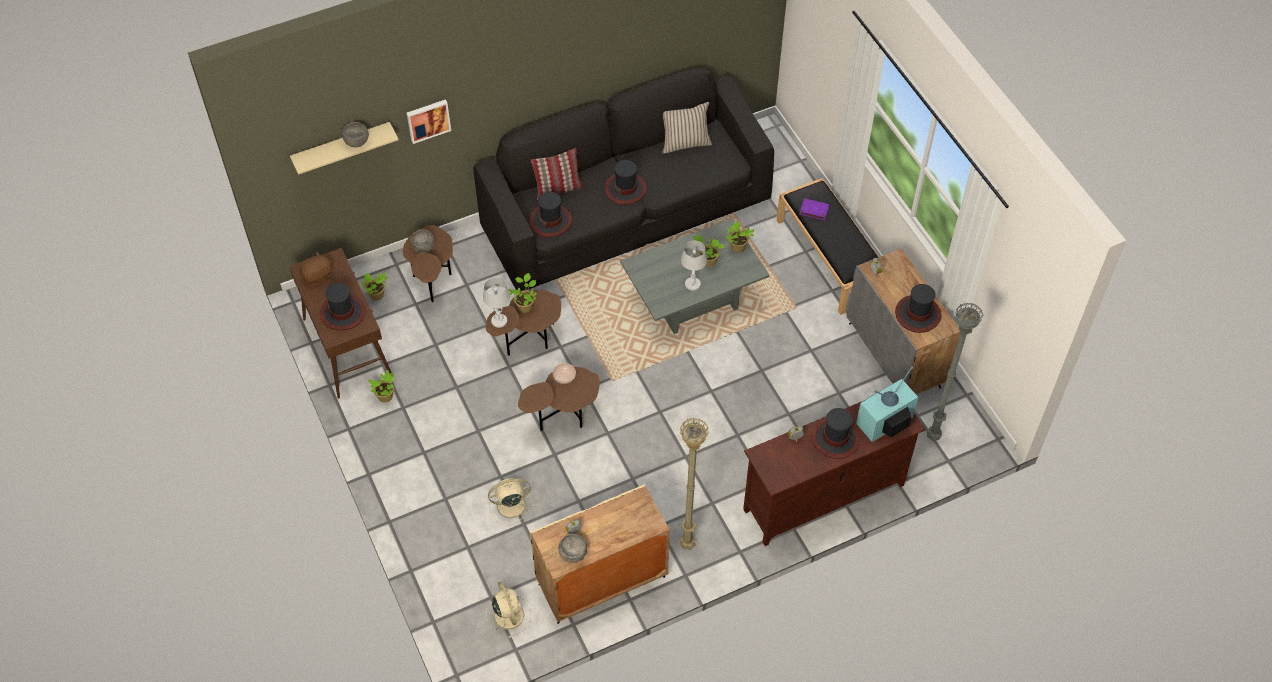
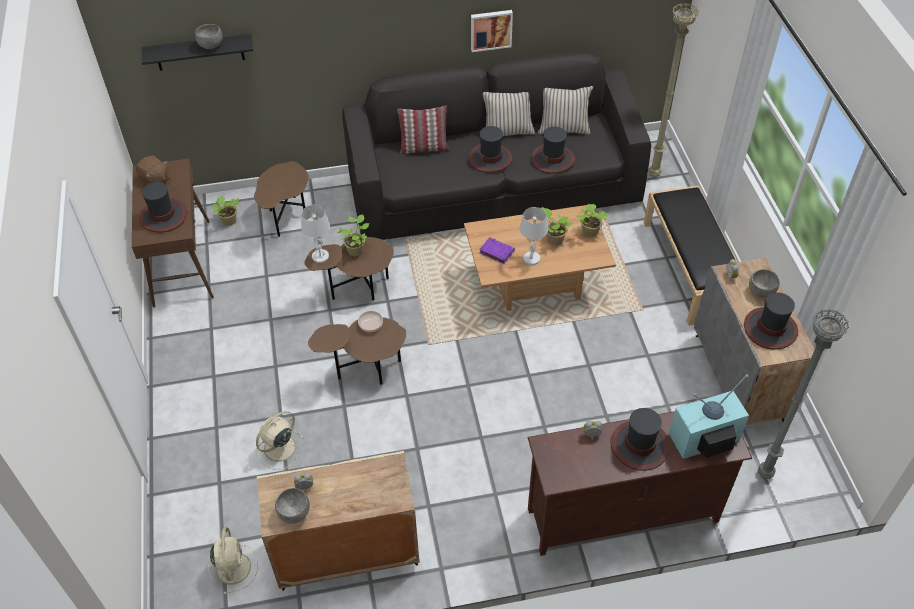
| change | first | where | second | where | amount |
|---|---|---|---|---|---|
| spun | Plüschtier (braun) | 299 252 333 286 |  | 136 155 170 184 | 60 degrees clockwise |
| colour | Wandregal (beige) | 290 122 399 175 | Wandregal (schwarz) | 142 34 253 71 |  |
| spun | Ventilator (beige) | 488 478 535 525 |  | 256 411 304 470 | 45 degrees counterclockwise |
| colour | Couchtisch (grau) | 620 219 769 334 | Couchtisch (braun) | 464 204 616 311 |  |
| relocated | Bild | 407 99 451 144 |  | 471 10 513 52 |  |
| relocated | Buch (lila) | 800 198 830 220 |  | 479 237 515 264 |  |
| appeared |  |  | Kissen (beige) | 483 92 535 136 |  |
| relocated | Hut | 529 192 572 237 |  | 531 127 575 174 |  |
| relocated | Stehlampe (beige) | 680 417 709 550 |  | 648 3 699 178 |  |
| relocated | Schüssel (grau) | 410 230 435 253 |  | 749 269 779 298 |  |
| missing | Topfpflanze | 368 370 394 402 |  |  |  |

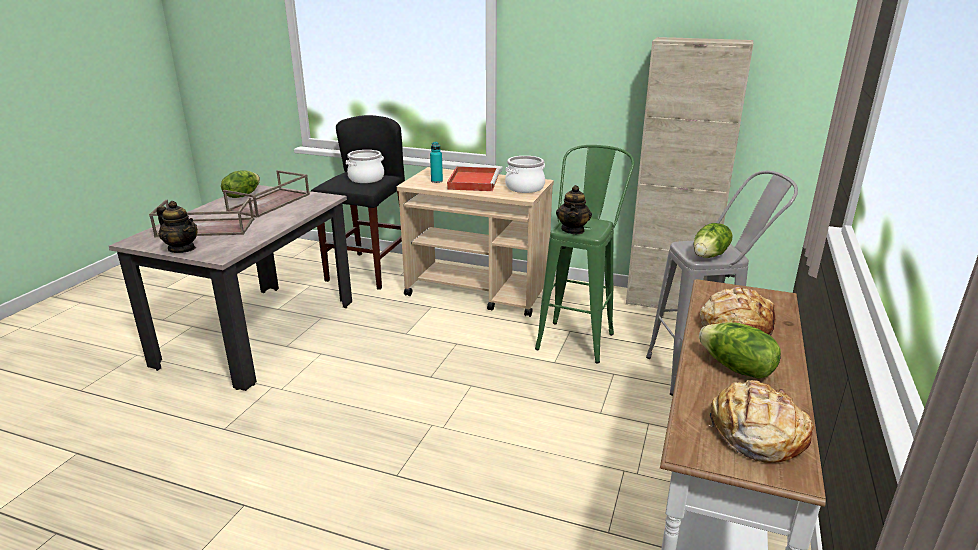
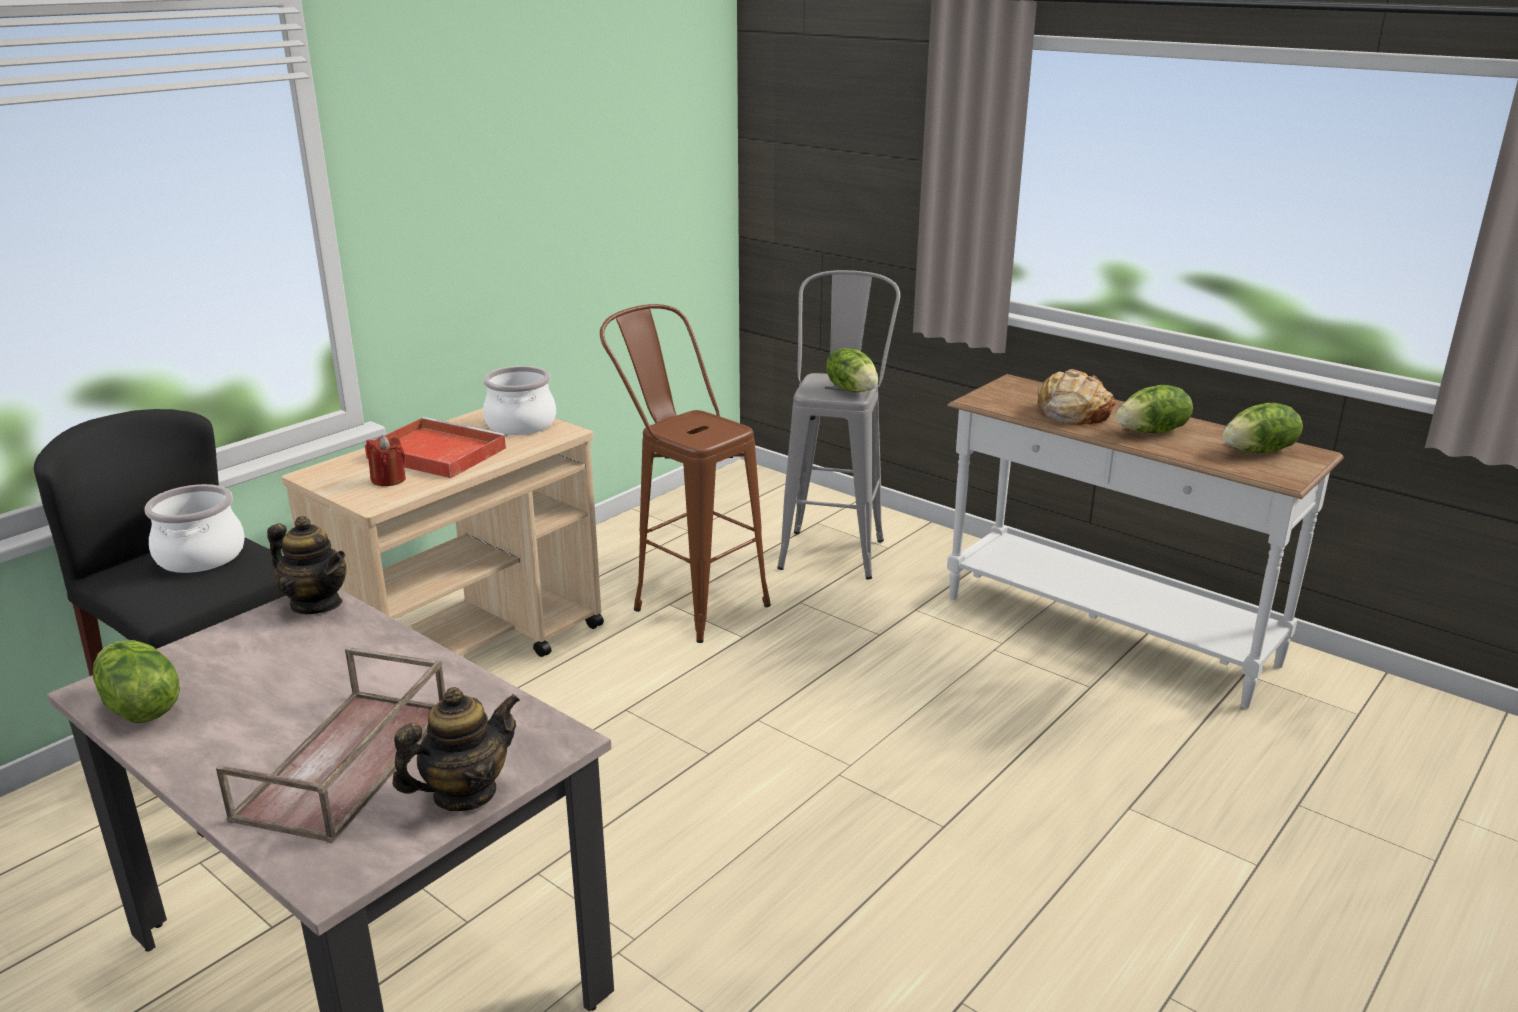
| change | first | where | second | where | amount |
|---|---|---|---|---|---|
| relocated | Teekanne | 556 185 592 234 |  | 267 516 346 614 |  |
| exchanged | Flasche (türkis) | 430 142 443 183 | Kerze (rot) | 367 435 406 486 |  |
| colour | Hocker (grün) | 535 145 634 363 | Hocker (braun) | 600 304 771 643 |  |
| exchanged | Brot | 709 380 814 463 | Salatkopf | 1223 403 1303 453 |  |
| missing | Tablett (braun) | 223 170 310 218 |  |  |  |
| missing | Schrank (beige) | 626 37 753 309 |  |  |  |

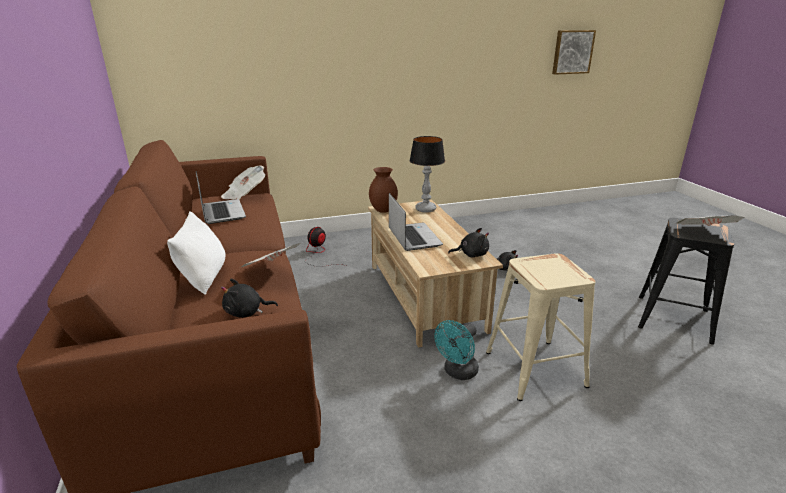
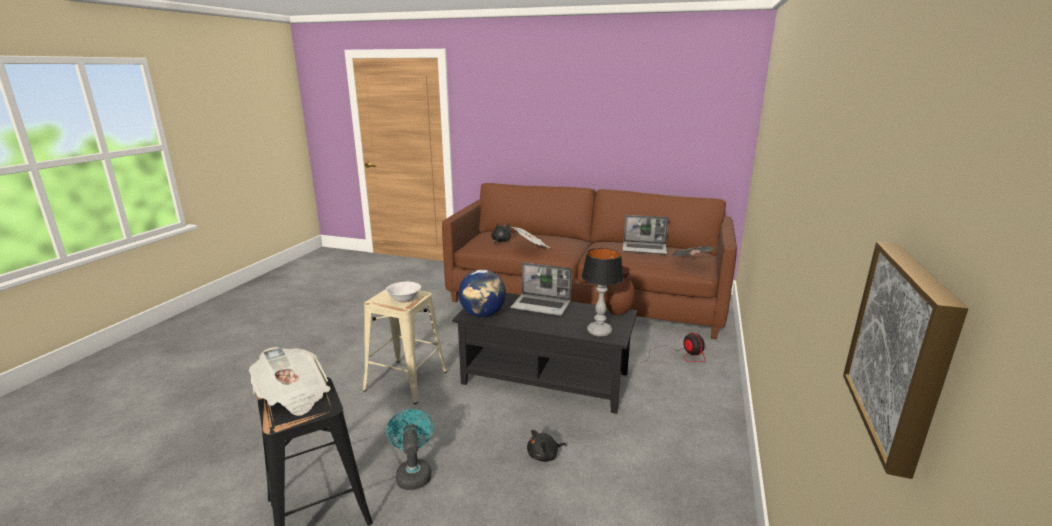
| change | first | where | second | where | amount |
|---|---|---|---|---|---|
| appeared |  |  | Schüssel (weiß) | 386 282 421 303 |  |
| relocated | Ventilator (türkis) | 434 320 479 380 |  | 386 409 434 490 |  |
| colour | Couchtisch (beige) | 368 200 503 347 | Couchtisch (schwarz) | 452 293 637 414 |  |
| exchanged | Plüschtier (schwarz) | 448 228 489 258 | Globus | 458 269 506 317 |  |
| missing | Kissen (weiß) | 167 211 226 295 |  |  |  |

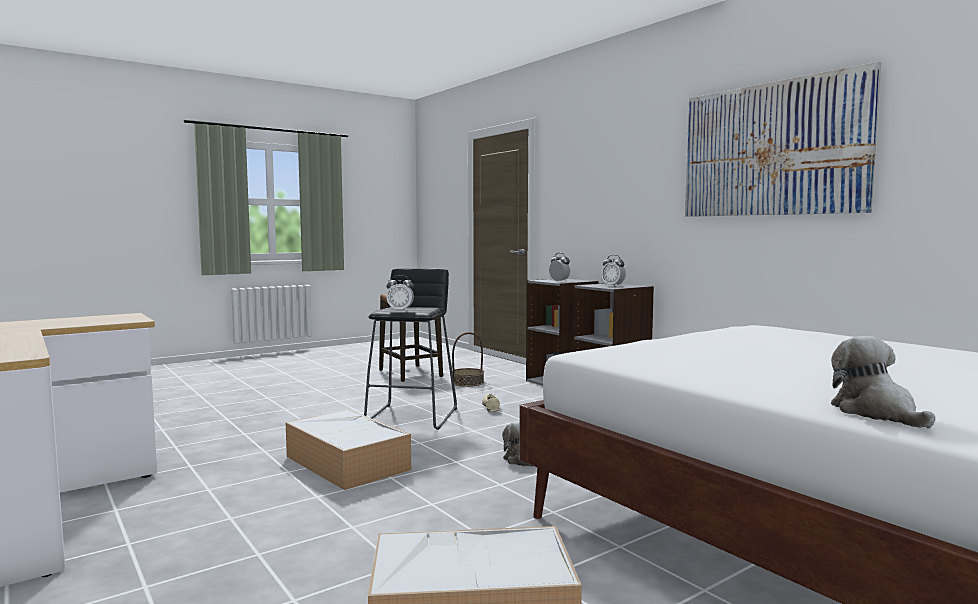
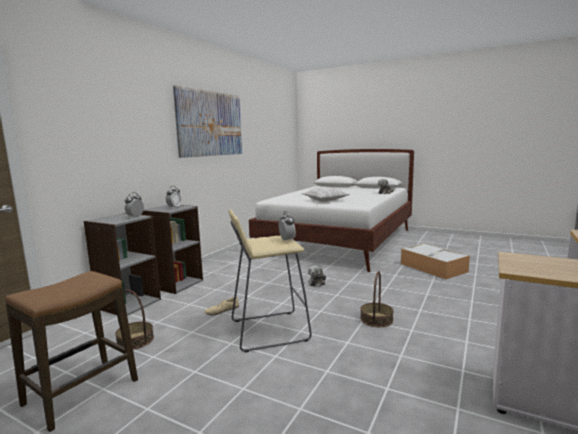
| change | first | where | second | where | amount |
|---|---|---|---|---|---|
| colour | Hocker (schwarz) | 364 268 457 430 | Hocker (beige) | 229 209 312 353 |  |
| appeared |  |  | Kissen | 302 187 350 202 |  |
| exchanged | Aufbewahrungsbox | 286 409 411 490 | Korb | 360 271 394 327 |  |

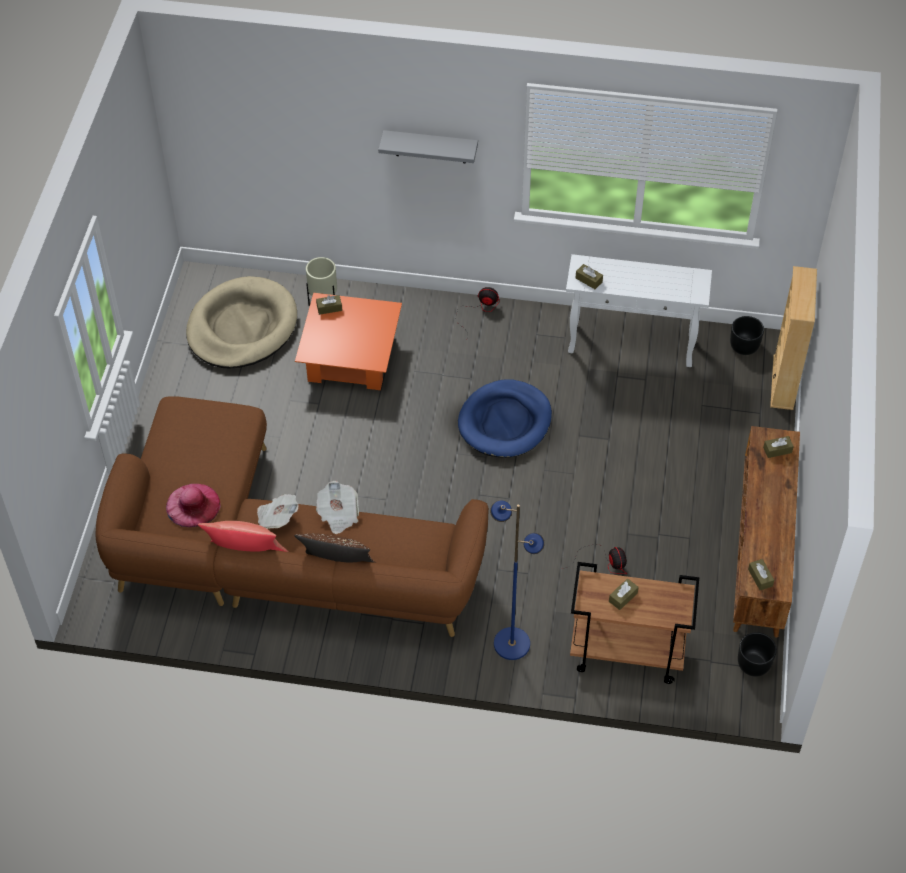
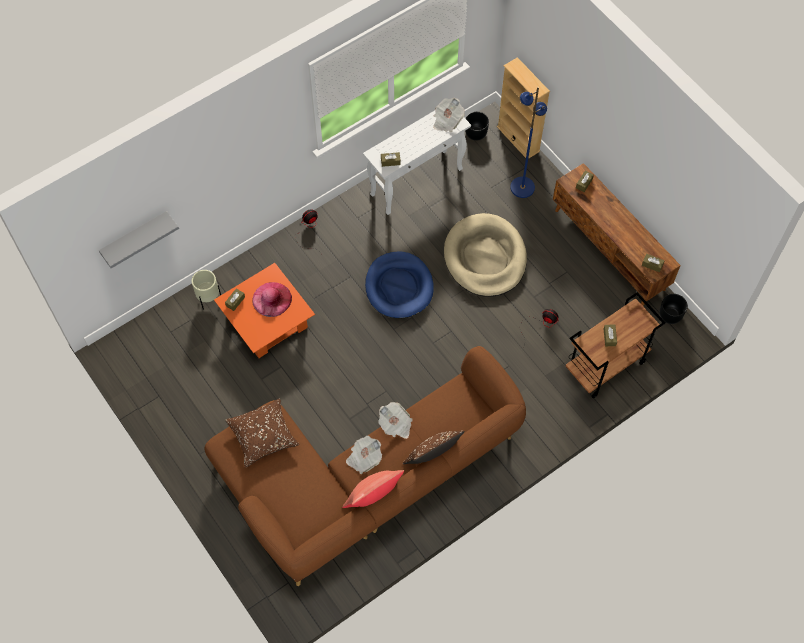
| change | first | where | second | where | amount |
|---|---|---|---|---|---|
| relocated | Wandregal (grau) | 378 130 478 164 |  | 99 211 179 268 |  |
| appeared |  |  | Kissen (braun) | 225 398 299 468 |  |
| relocated | Hut (rosa) | 166 484 220 527 |  | 252 282 292 317 |  |
| appeared |  |  | Zeitung | 433 98 465 132 |  |
| relocated | Hundebett (beige) | 186 276 297 369 |  | 444 213 527 297 |  |
| relocated | Stehlampe (blau) | 490 501 545 660 |  | 510 87 547 198 |  |

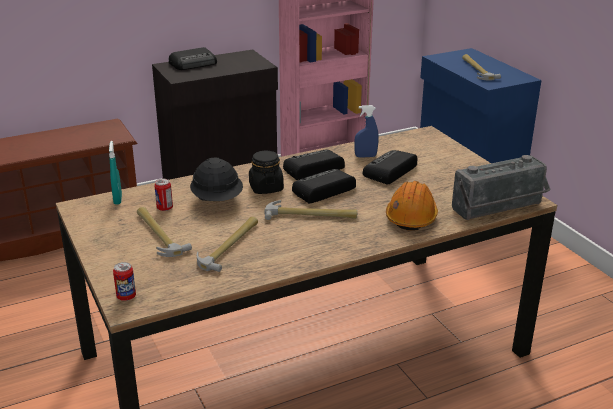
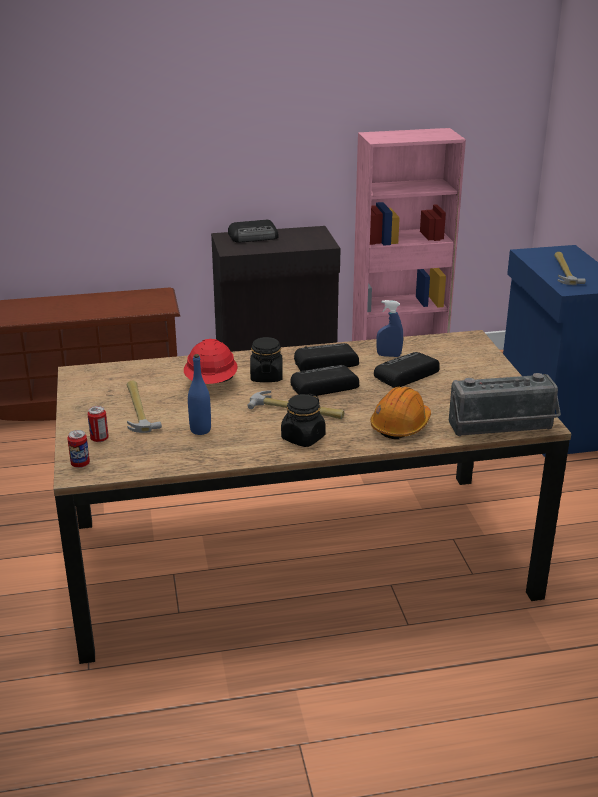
| change | first | where | second | where | amount |
|---|---|---|---|---|---|
| relocated | Dose | 154 179 173 211 |  | 87 406 109 442 |  |
| colour | Schutzhelm (schwarz) | 190 158 243 201 | Schutzhelm (rot) | 184 339 238 384 |  |
| exchanged | Hammer | 197 217 258 272 | Flasche (blau) | 188 354 211 435 |  |
| appeared |  |  | Vorratsglas (schwarz) | 281 394 326 447 |  |
| missing | Sprühflasche (türkis) | 109 141 122 205 |  |  |  |

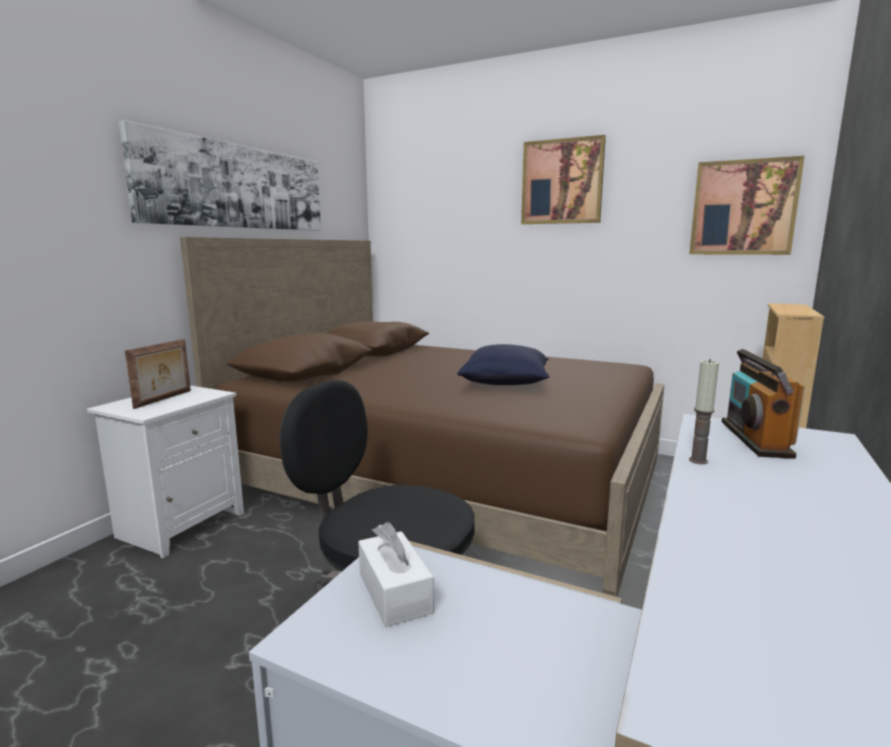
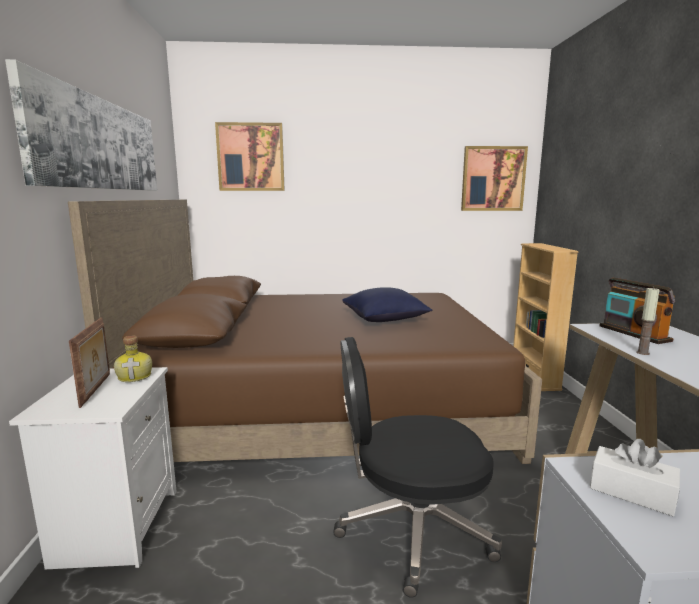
| change | first | where | second | where | amount |
|---|---|---|---|---|---|
| appeared |  |  | Flasche | 114 335 152 382 |  |
| relocated | Bild | 521 135 606 224 |  | 215 122 285 191 |  |

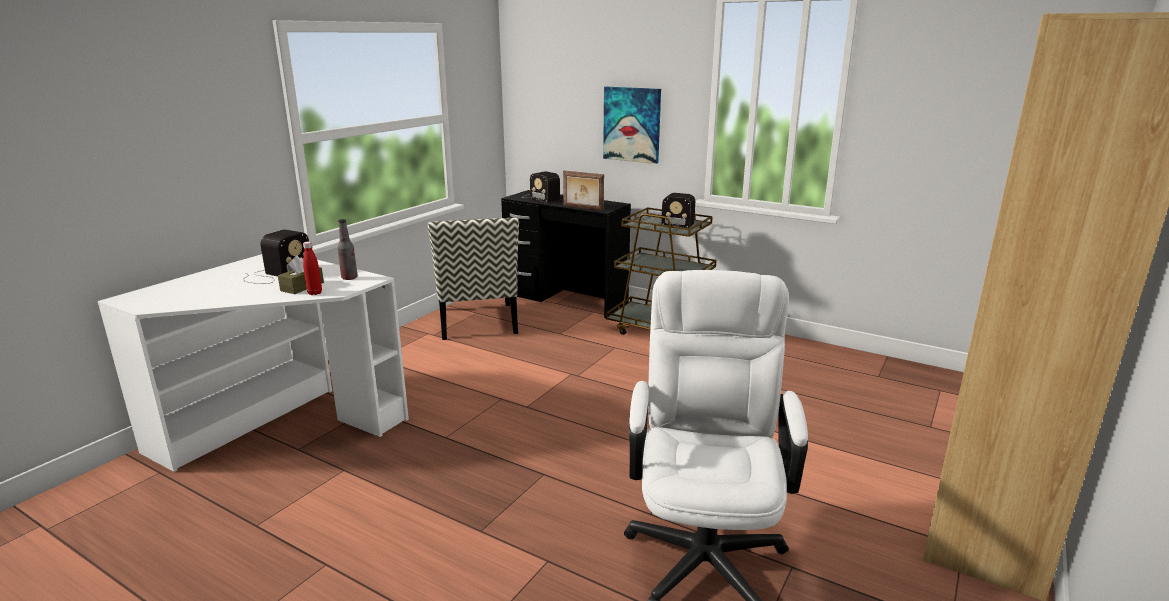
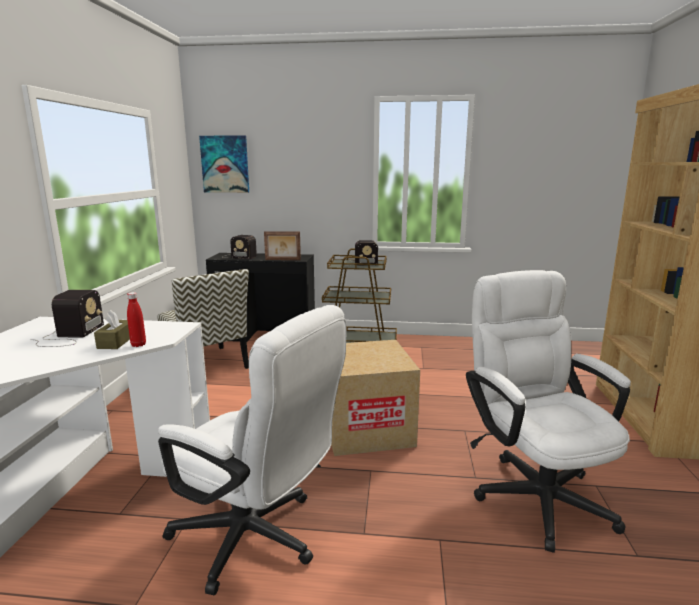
| change | first | where | second | where | amount |
|---|---|---|---|---|---|
| appeared |  |  | Bürostuhl (weiß) | 158 305 347 596 |  |
| relocated | Bild | 603 87 661 164 |  | 199 135 249 193 |  |
| appeared |  |  | Karton | 331 340 420 456 |  |
| missing | Flasche | 337 219 358 280 |  |  |  |

